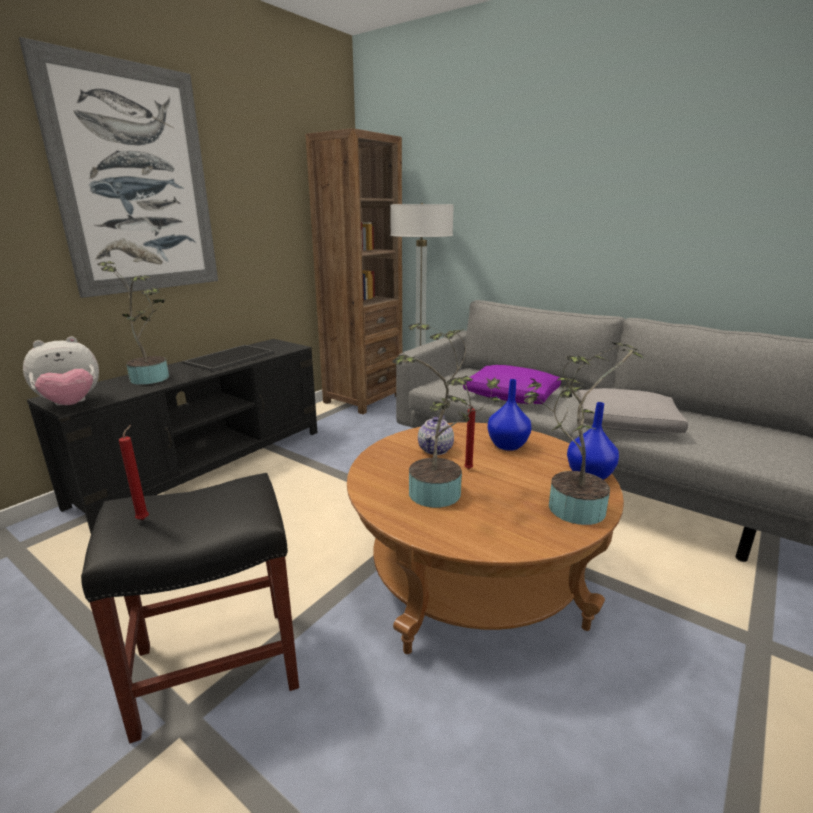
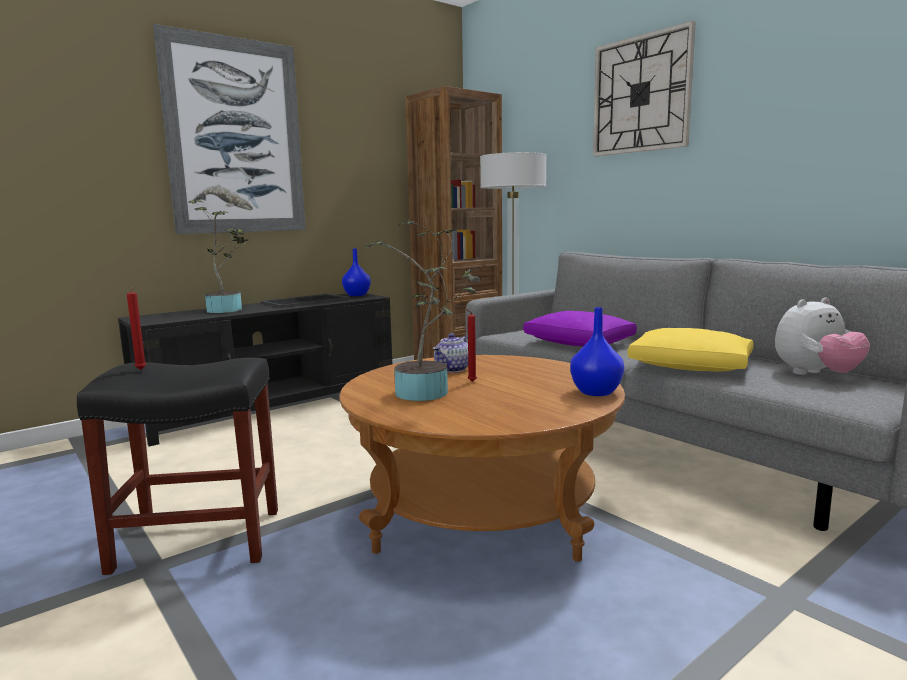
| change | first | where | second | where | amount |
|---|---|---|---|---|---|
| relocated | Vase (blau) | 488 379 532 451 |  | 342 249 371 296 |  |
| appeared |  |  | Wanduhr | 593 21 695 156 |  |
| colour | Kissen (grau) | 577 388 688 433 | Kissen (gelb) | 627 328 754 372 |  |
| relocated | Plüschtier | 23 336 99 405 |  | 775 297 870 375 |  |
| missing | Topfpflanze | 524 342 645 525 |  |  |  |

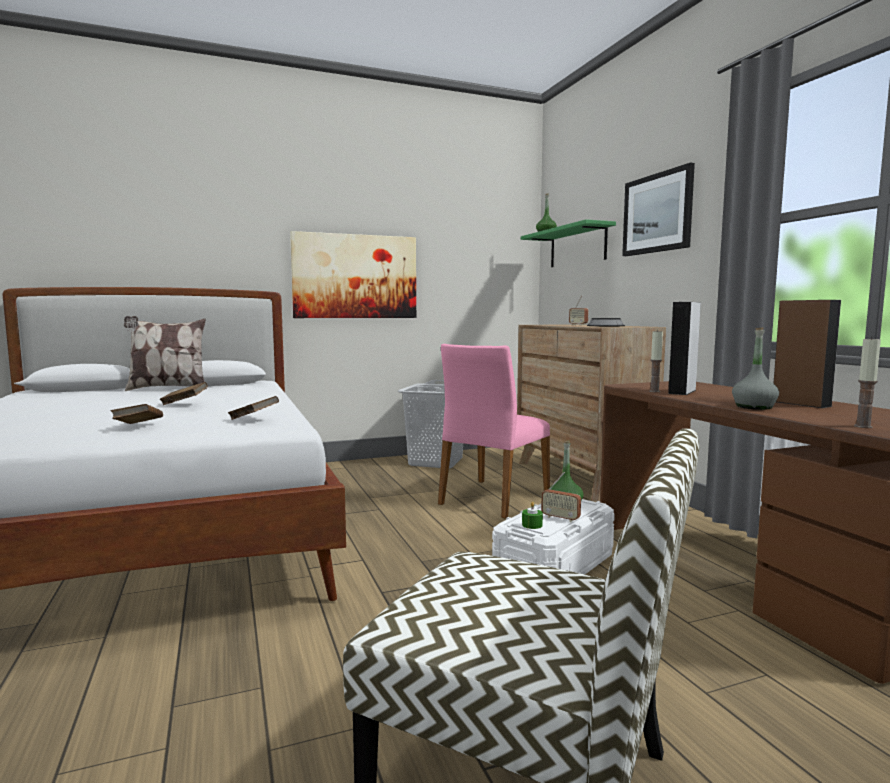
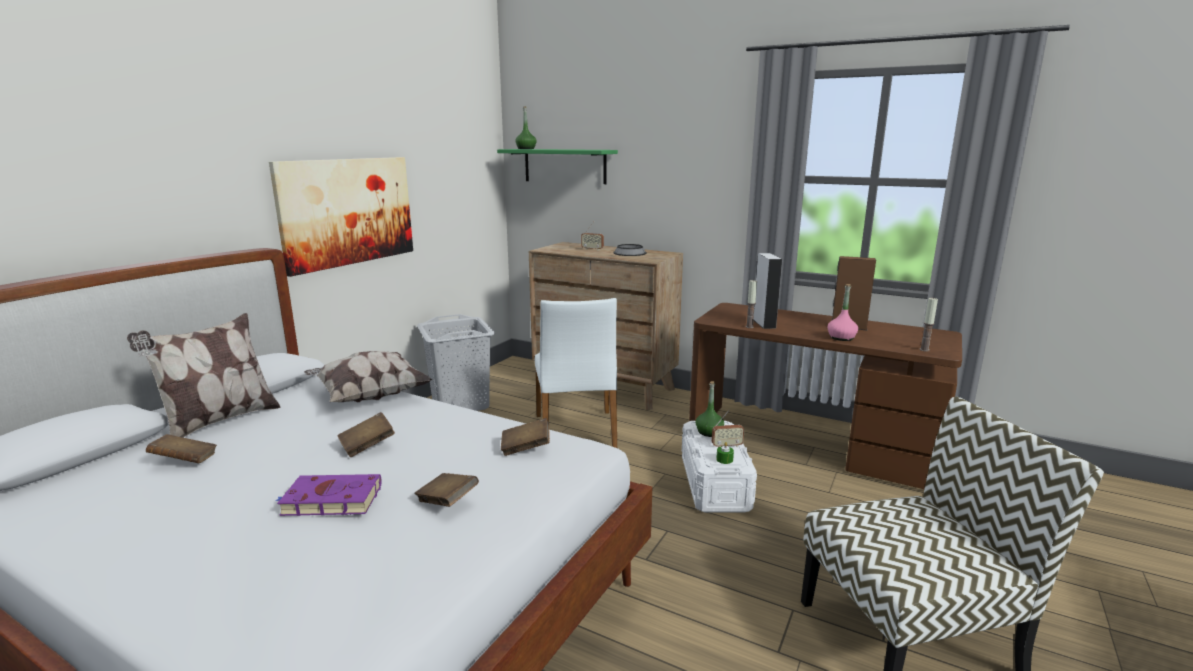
| change | first | where | second | where | amount |
|---|---|---|---|---|---|
| appeared |  |  | Buch (braun) | 146 434 217 463 |  |
| appeared |  |  | Buch (lila) | 275 474 381 516 |  |
| appeared |  |  | Kissen | 304 351 433 402 |  |
| colour | Stuhl (rosa) | 438 344 550 519 | Stuhl (weiß) | 535 298 617 448 |  |
| colour | Flasche (grau) | 732 327 779 410 | Flasche (rosa) | 827 284 858 341 |  |
| missing | Bild | 622 163 695 256 |  |  |  |

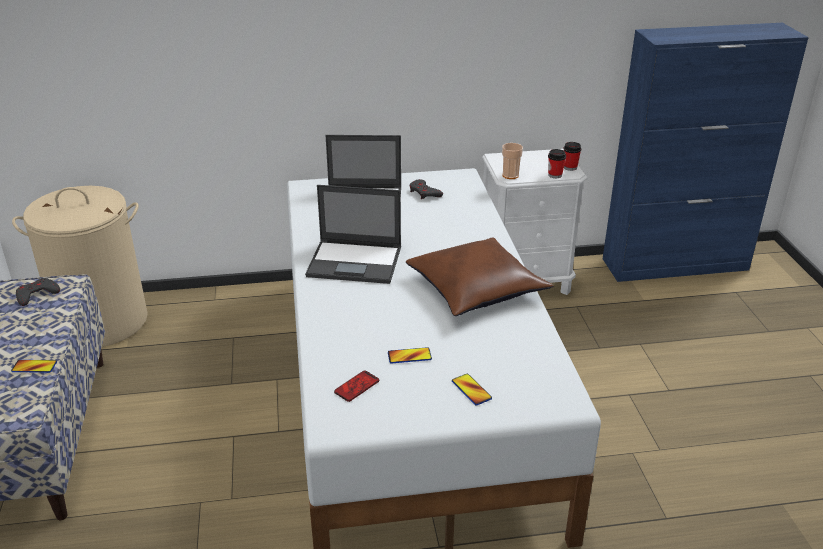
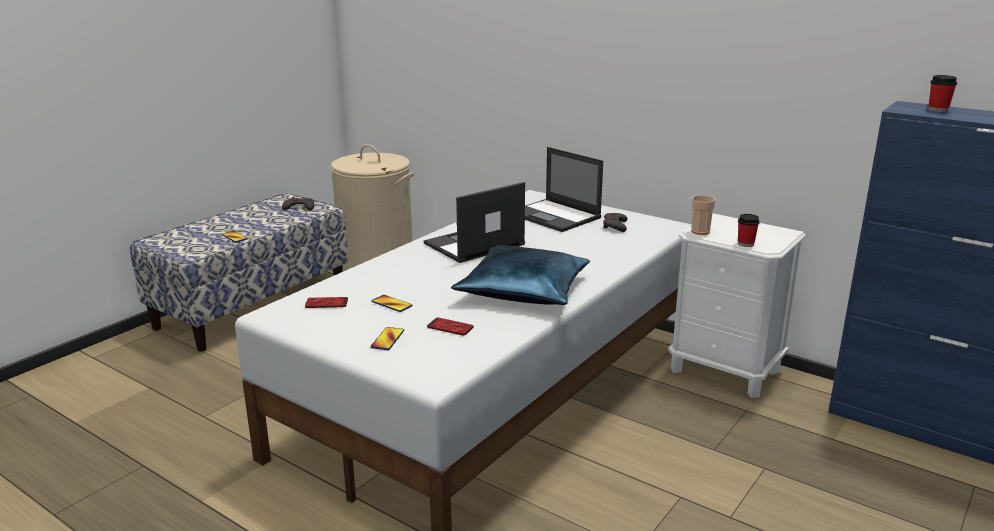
| change | first | where | second | where | amount |
|---|---|---|---|---|---|
| spun | Laptop | 305 185 401 284 |  | 424 182 525 263 | 90 degrees clockwise |
| appeared |  |  | Handy | 427 318 474 336 |  |
| colour | Kissen (braun) | 406 238 554 316 | Kissen (blau) | 451 245 590 305 |  |
| relocated | Tasse | 563 142 581 171 |  | 928 75 957 112 |  |

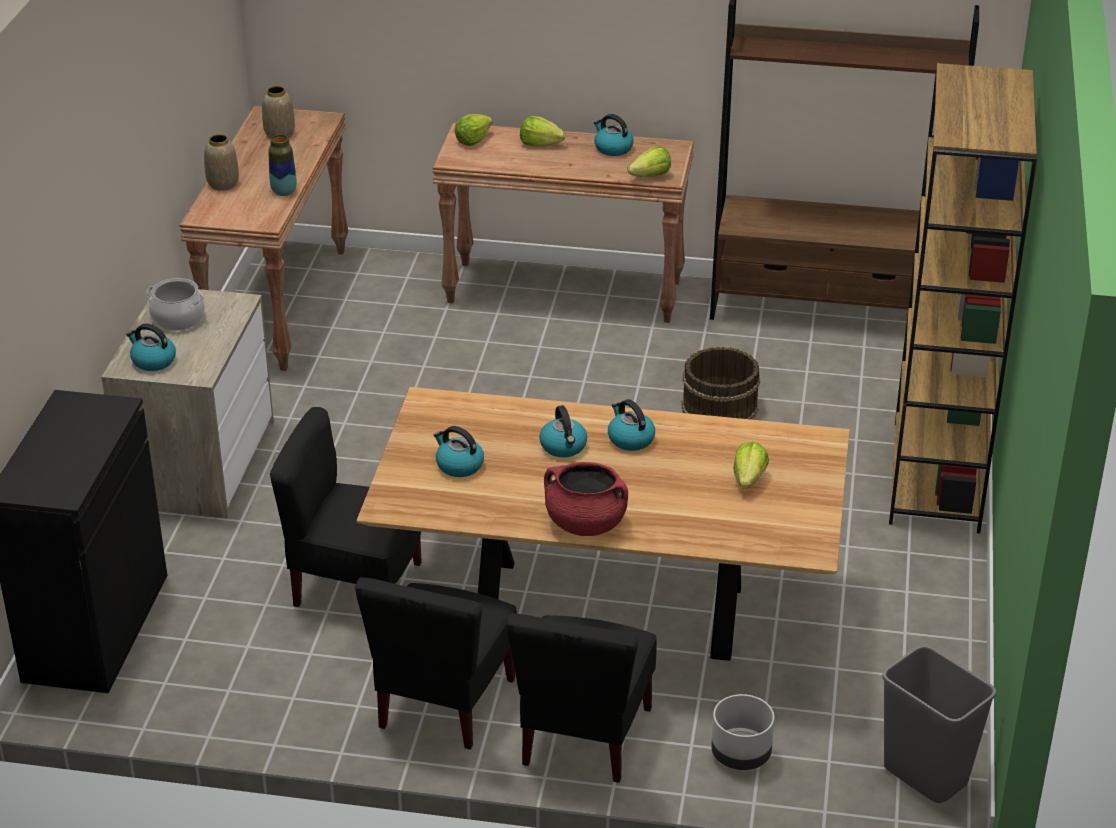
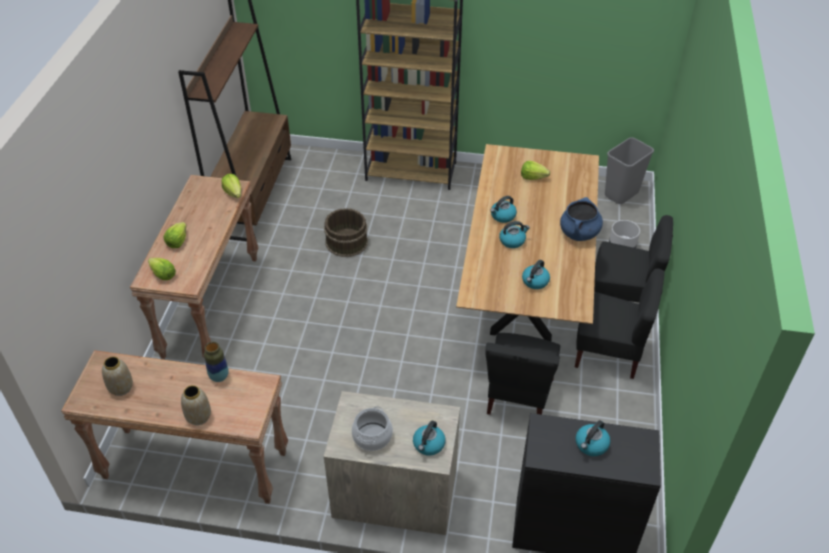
| change | first | where | second | where | amount |
|---|---|---|---|---|---|
| colour | Kochtopf (rot) | 544 462 628 536 | Kochtopf (blau) | 560 197 603 241 |  |
| relocated | Wasserkessel | 594 114 633 156 |  | 576 420 611 456 |  |

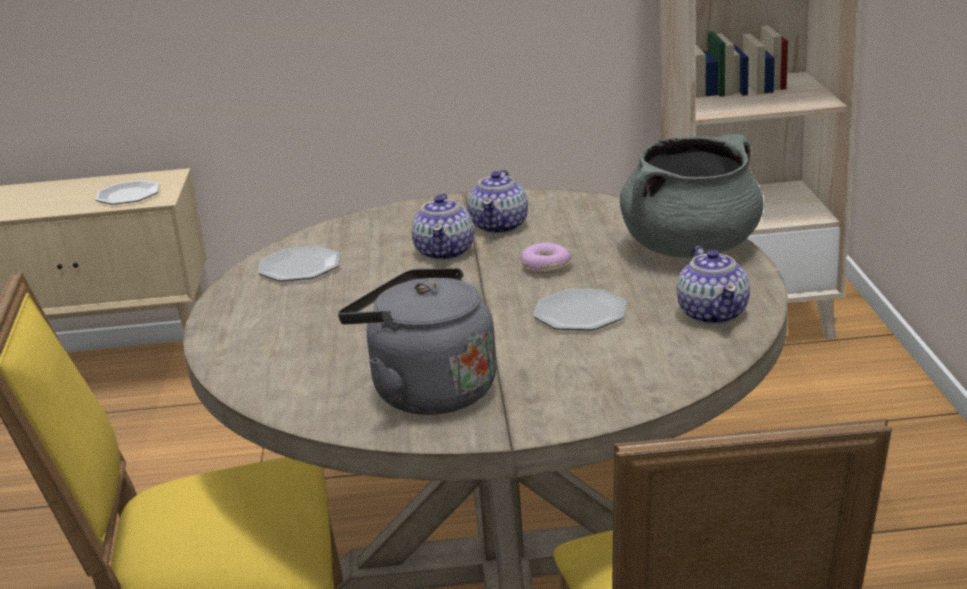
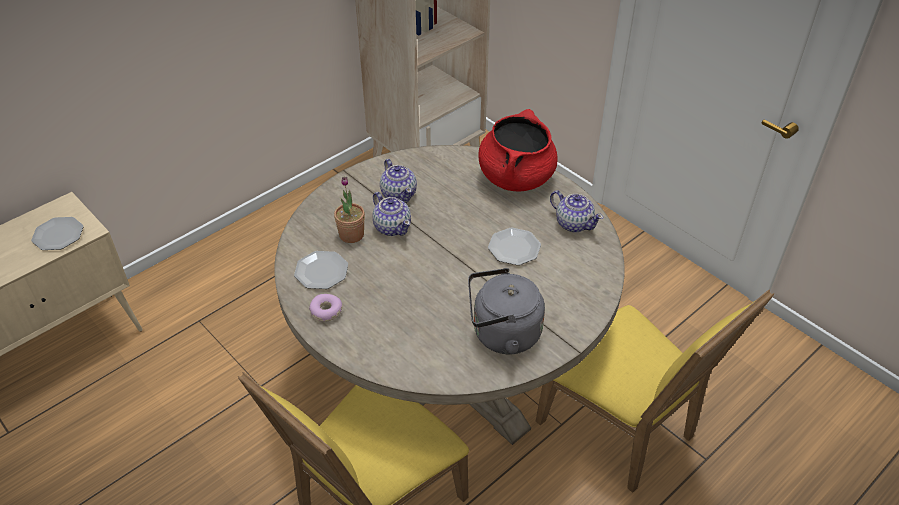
| change | first | where | second | where | amount |
|---|---|---|---|---|---|
| relocated | Donut | 520 243 572 274 |  | 309 294 342 322 |  |
| appeared |  |  | Topfpflanze | 334 177 365 243 |  |
| colour | Kochtopf (grau) | 620 134 764 258 | Kochtopf (rot) | 478 109 558 191 |  |

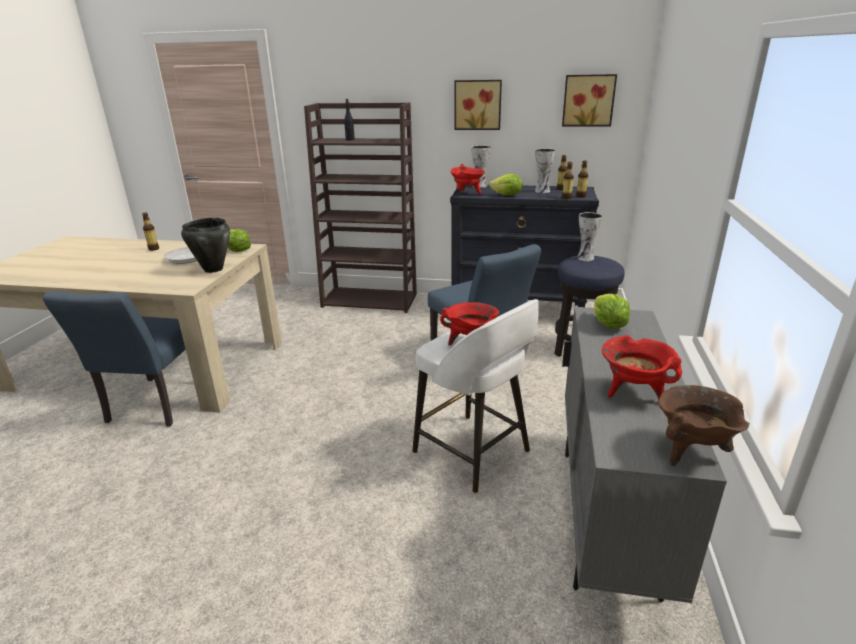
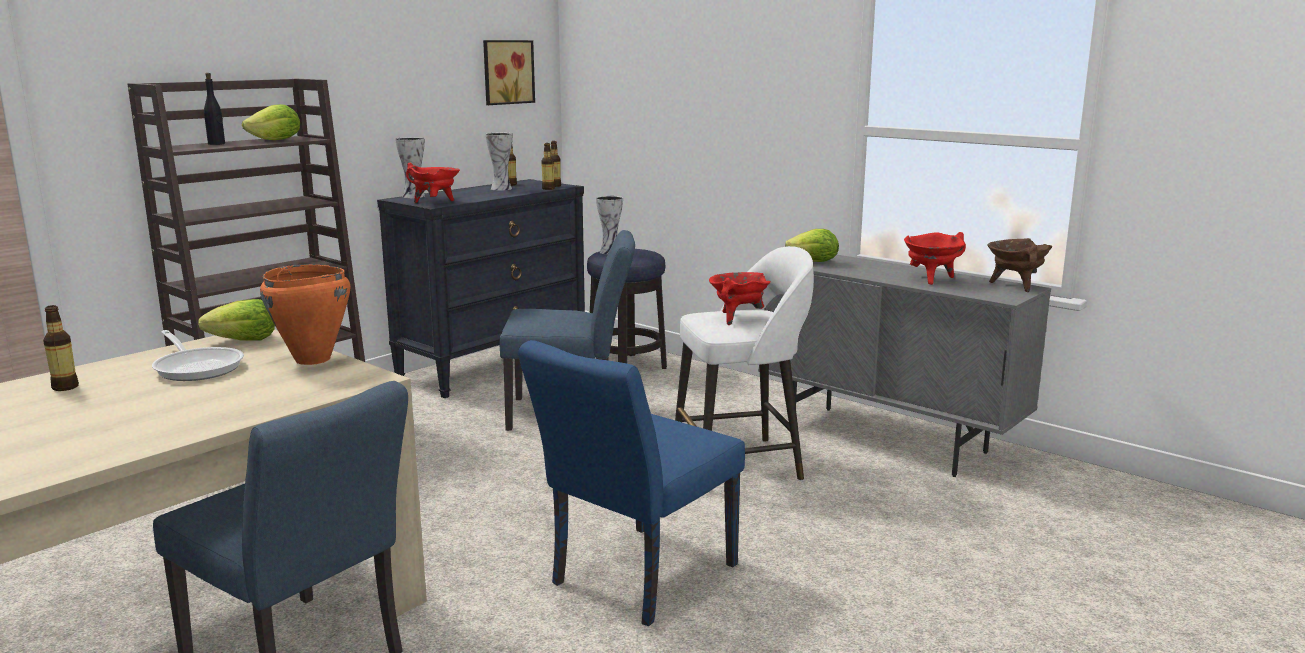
| change | first | where | second | where | amount |
|---|---|---|---|---|---|
| relocated | Salatkopf | 489 174 523 195 |  | 242 104 300 140 |  |
| colour | Kochtopf (schwarz) | 181 217 230 273 | Kochtopf (orange) | 260 265 350 365 |  |
| appeared |  |  | Stuhl (blau) | 518 340 745 626 |  |
| missing | Bild | 454 80 502 130 |  |  |  |

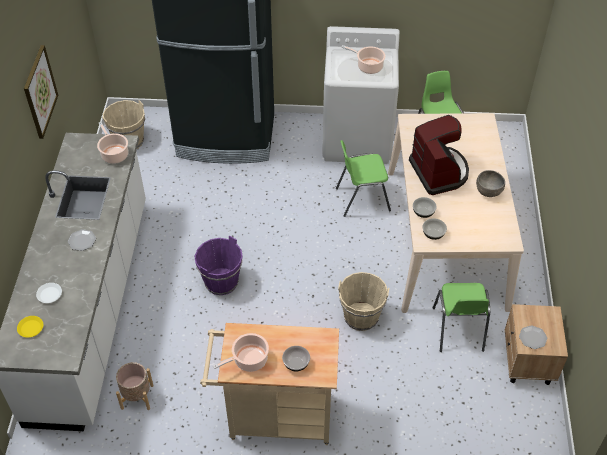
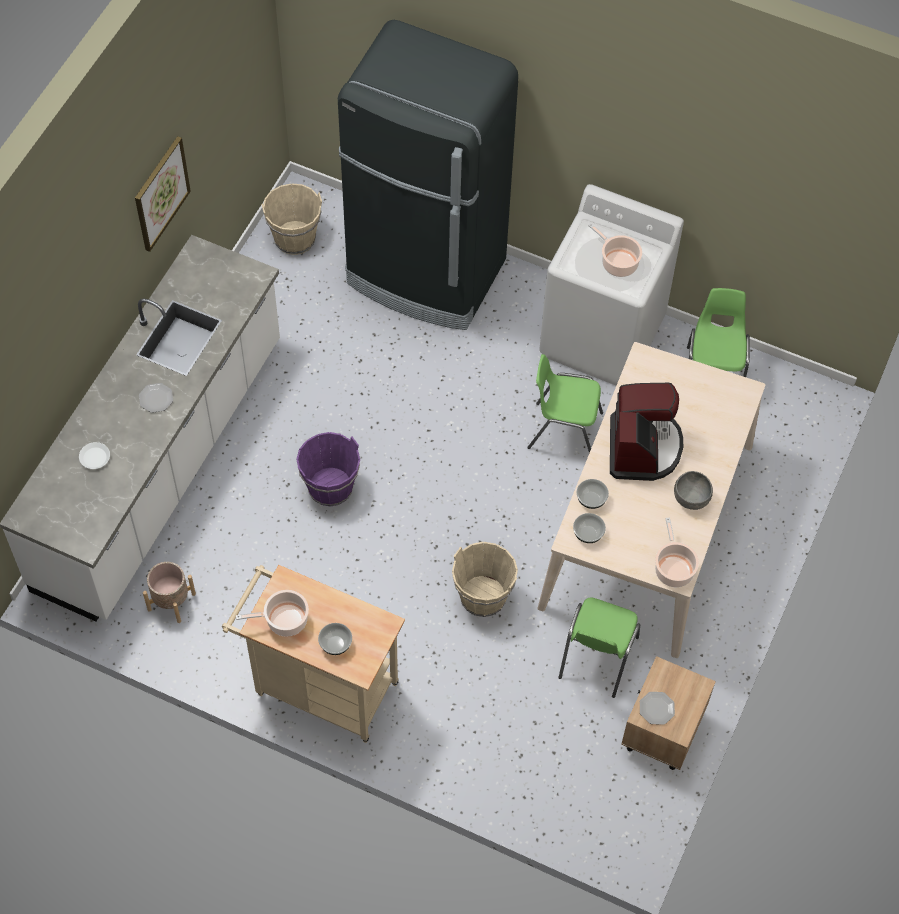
| change | first | where | second | where | amount |
|---|---|---|---|---|---|
| relocated | Kochtopf | 97 122 129 164 |  | 655 517 699 587 |  |
| missing | Teller (gelb) | 17 316 43 338 |  |  |  |

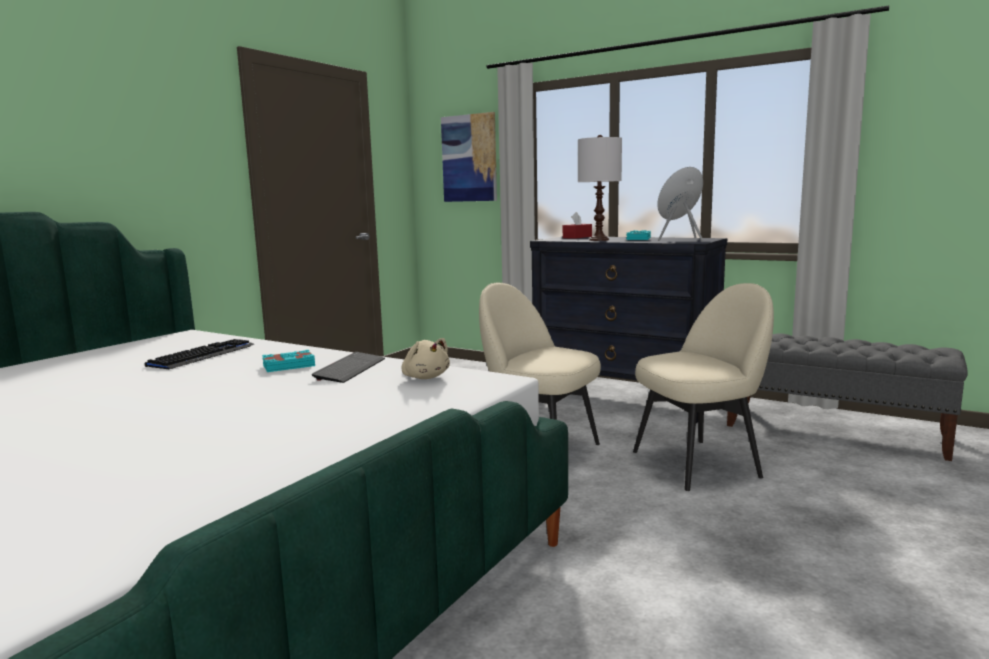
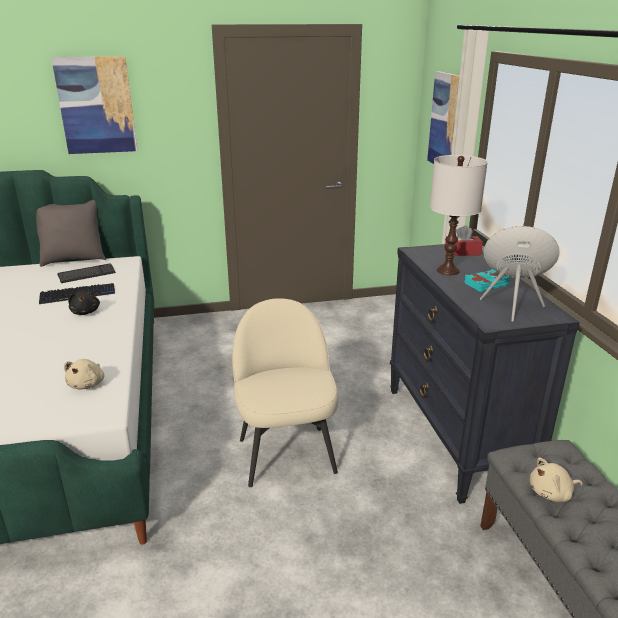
| change | first | where | second | where | amount |
|---|---|---|---|---|---|
| appeared |  |  | Kissen (grau) | 36 200 106 267 |  |
| appeared |  |  | Bild | 51 56 138 154 |  |
| relocated | Tastatur | 312 352 385 383 |  | 57 263 116 283 |  |
| appeared |  |  | Plüschtier (schwarz) | 68 291 100 315 |  |
| appeared |  |  | Plüschtier (beige) | 530 457 583 502 |  |
| missing | Buch (türkis) | 262 350 315 372 |  |  |  |
| missing | Stuhl (beige) | 633 283 774 491 |  |  |  |

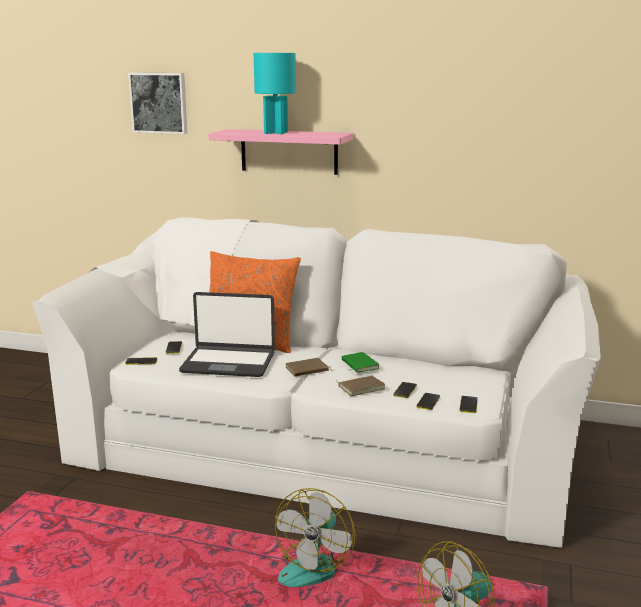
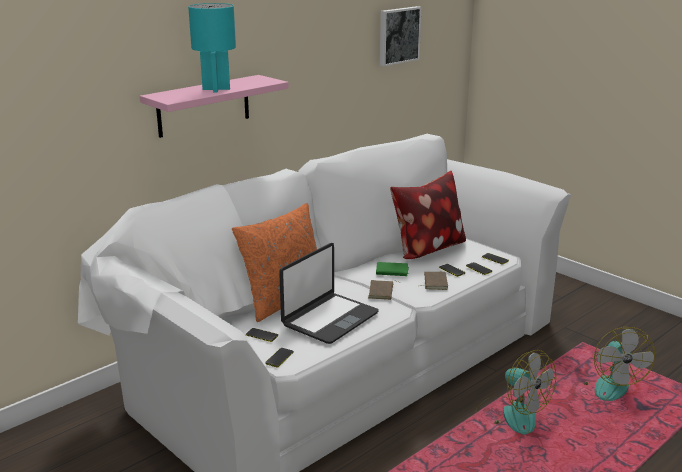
| change | first | where | second | where | amount |
|---|---|---|---|---|---|
| relocated | Bild | 128 73 187 134 |  | 380 6 422 66 |  |
| appeared |  |  | Kissen | 390 171 466 259 |  |

